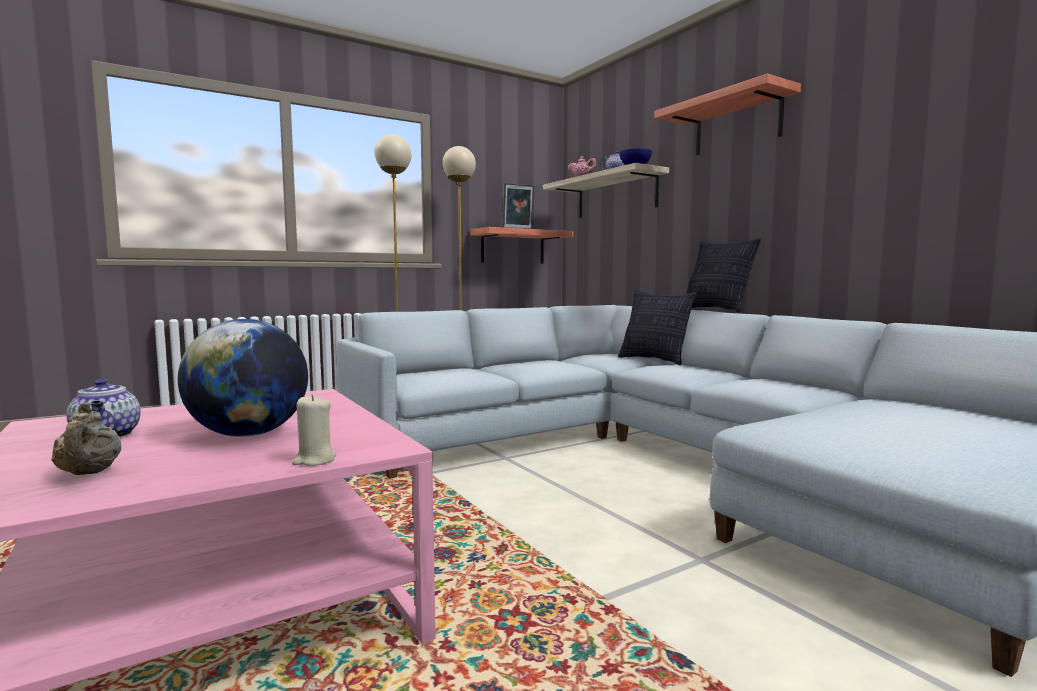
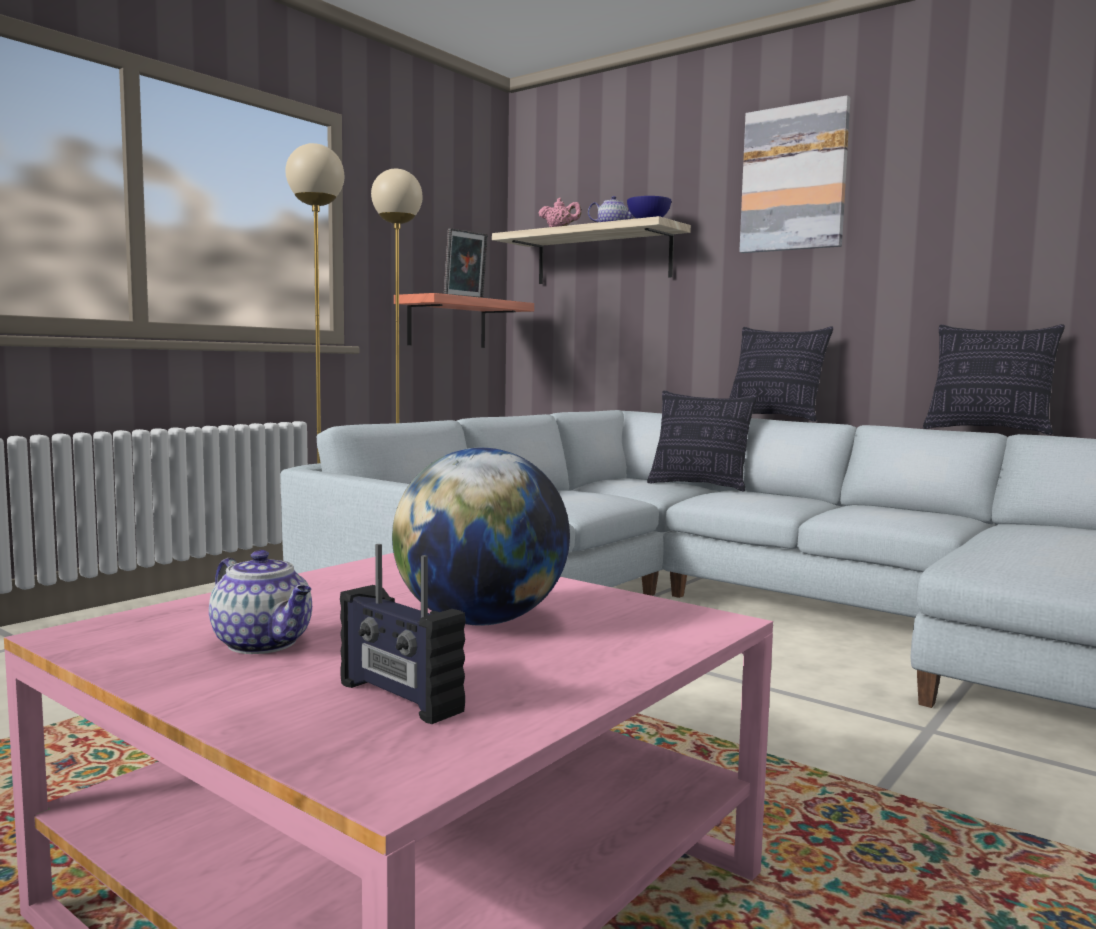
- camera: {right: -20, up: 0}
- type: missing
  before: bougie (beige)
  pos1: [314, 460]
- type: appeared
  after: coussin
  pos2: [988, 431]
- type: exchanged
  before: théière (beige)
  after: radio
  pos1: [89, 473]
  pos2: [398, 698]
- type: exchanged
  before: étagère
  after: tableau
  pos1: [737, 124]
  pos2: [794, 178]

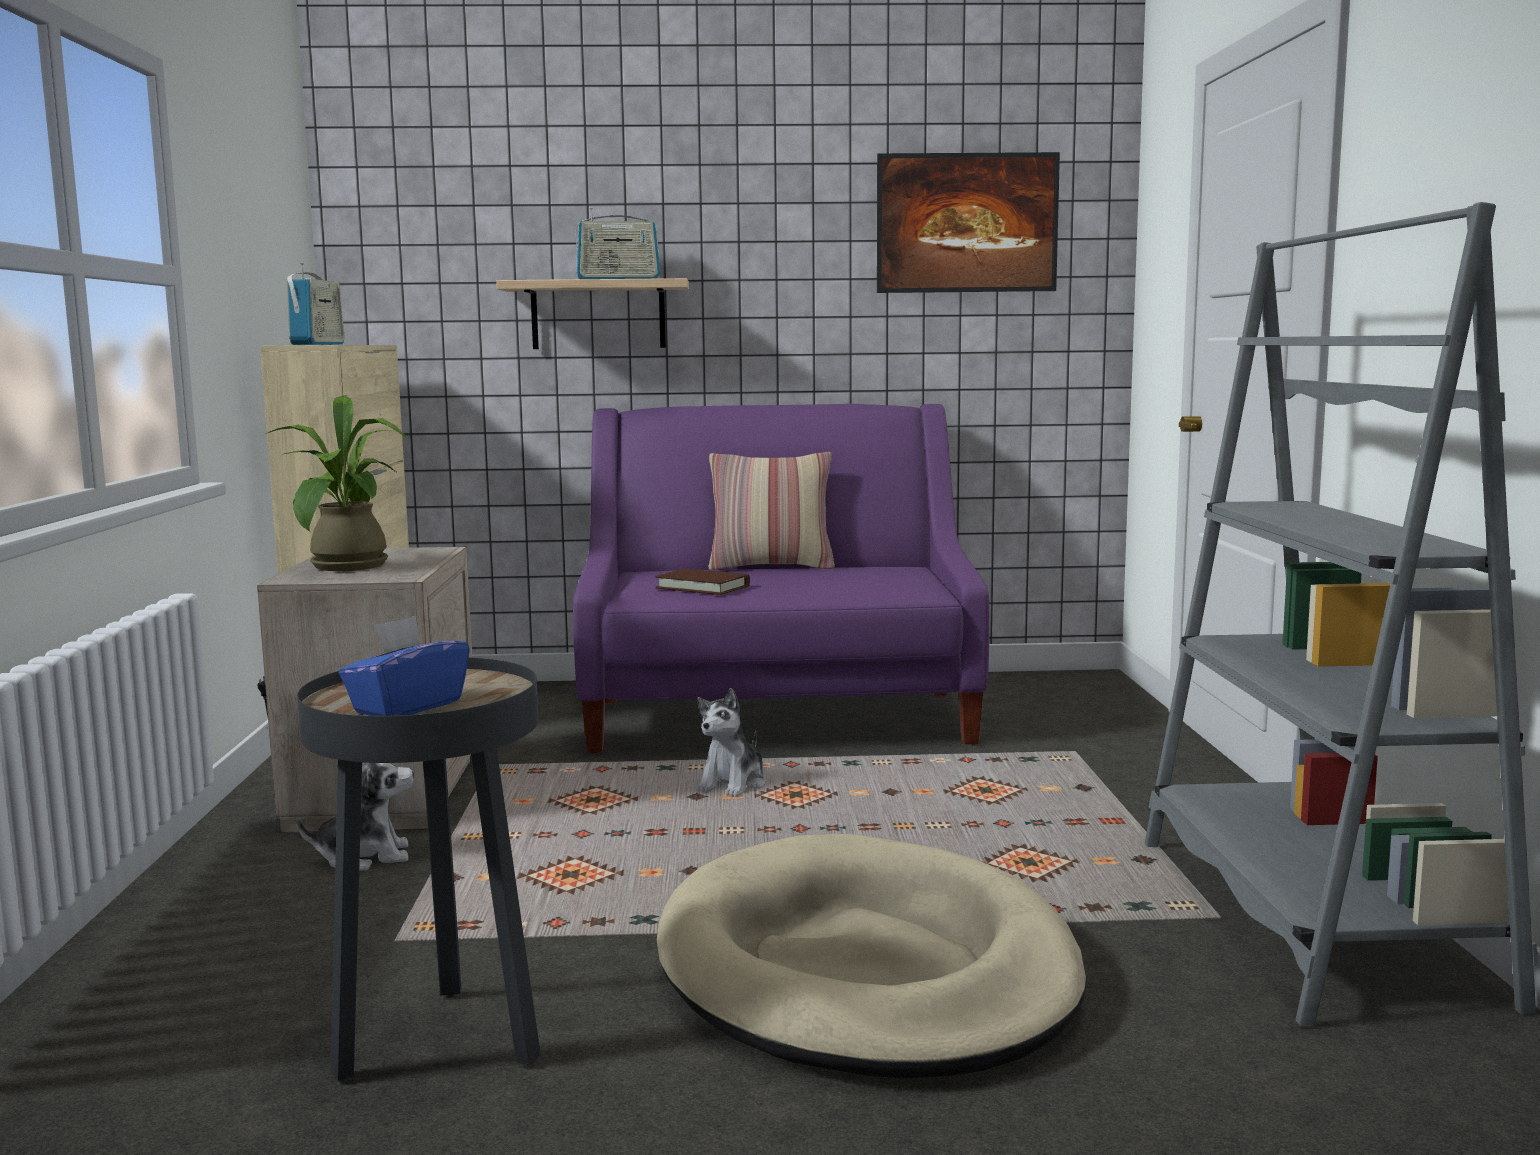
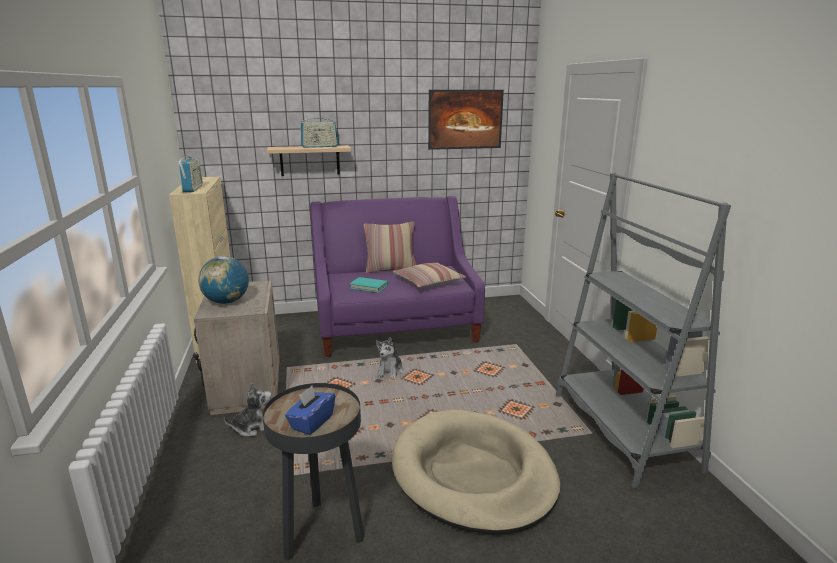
- camera: {right: -10, up: 10}
- type: appeared
  after: coussin
  pos2: [428, 282]
- type: exchanged
  before: plante en pot
  after: globe
  pos1: [345, 568]
  pos2: [226, 302]
- type: colour
  before: livre (marron)
  after: livre (turquoise)
  pos1: [703, 587]
  pos2: [369, 287]

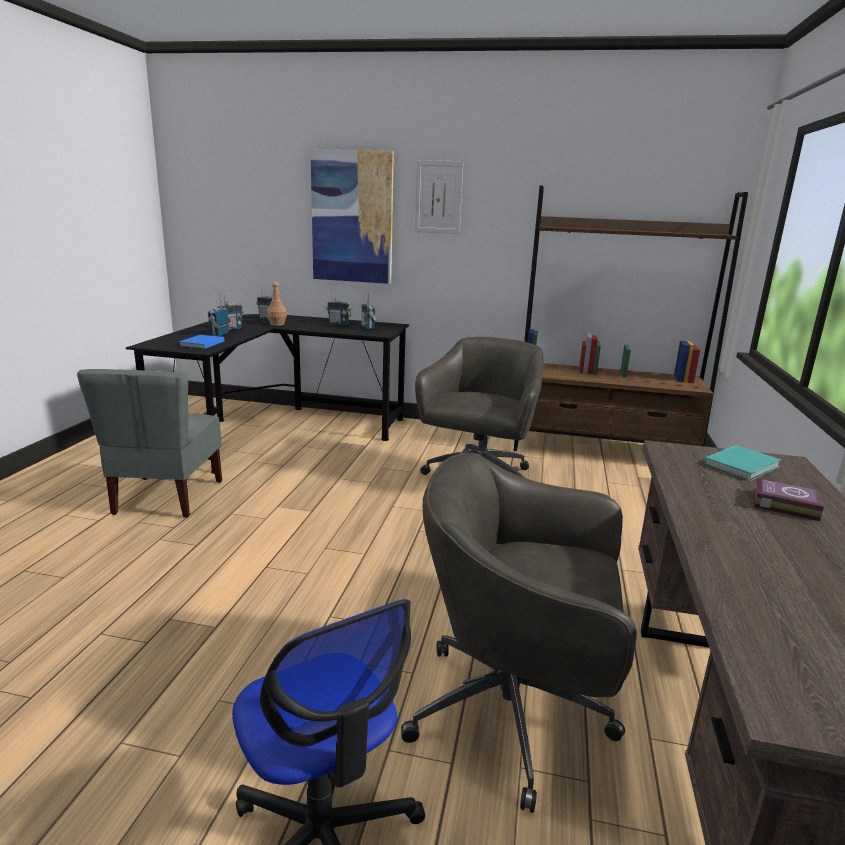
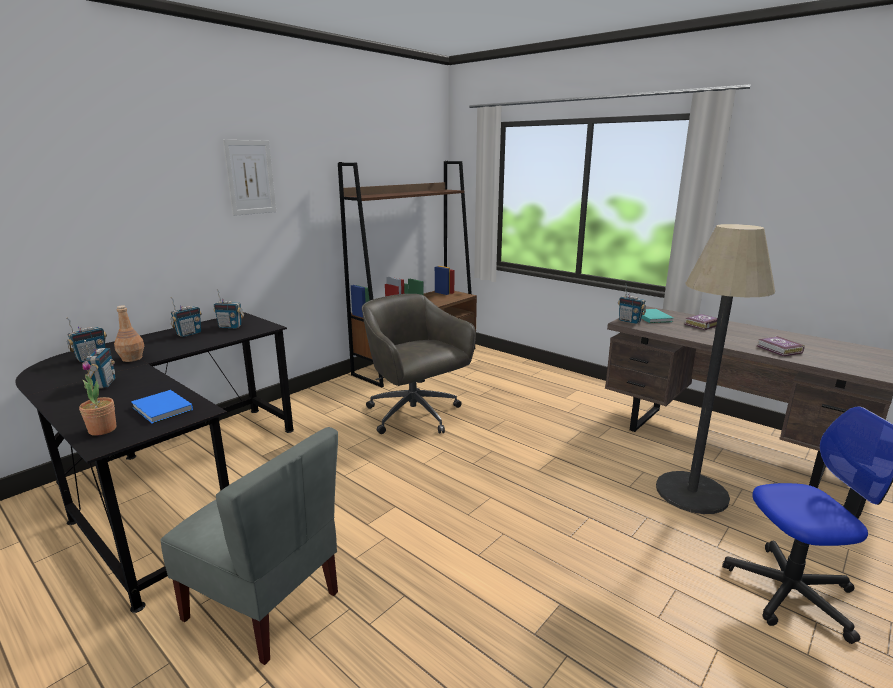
- camera: {right: -60, up: 0}
- type: missing
  before: tableau
  pos1: [352, 217]
- type: appeared
  after: plante en pot
  pos2: [102, 430]
- type: appeared
  after: livre
  pos2: [779, 350]
- type: relocated
  before: radio
  pos1: [220, 334]
  pos2: [629, 321]
- type: exchanged
  before: chaise de bureau (gris)
  after: lampadaire
  pos1: [515, 714]
  pos2: [691, 492]

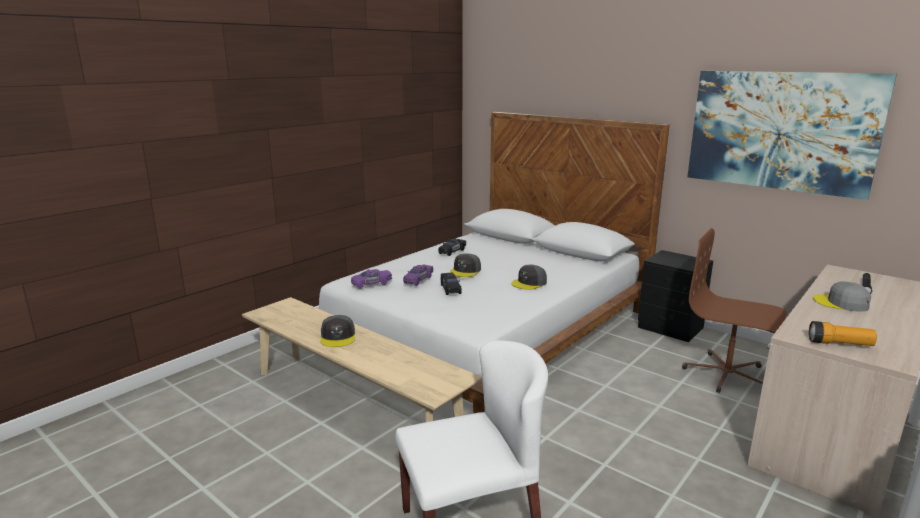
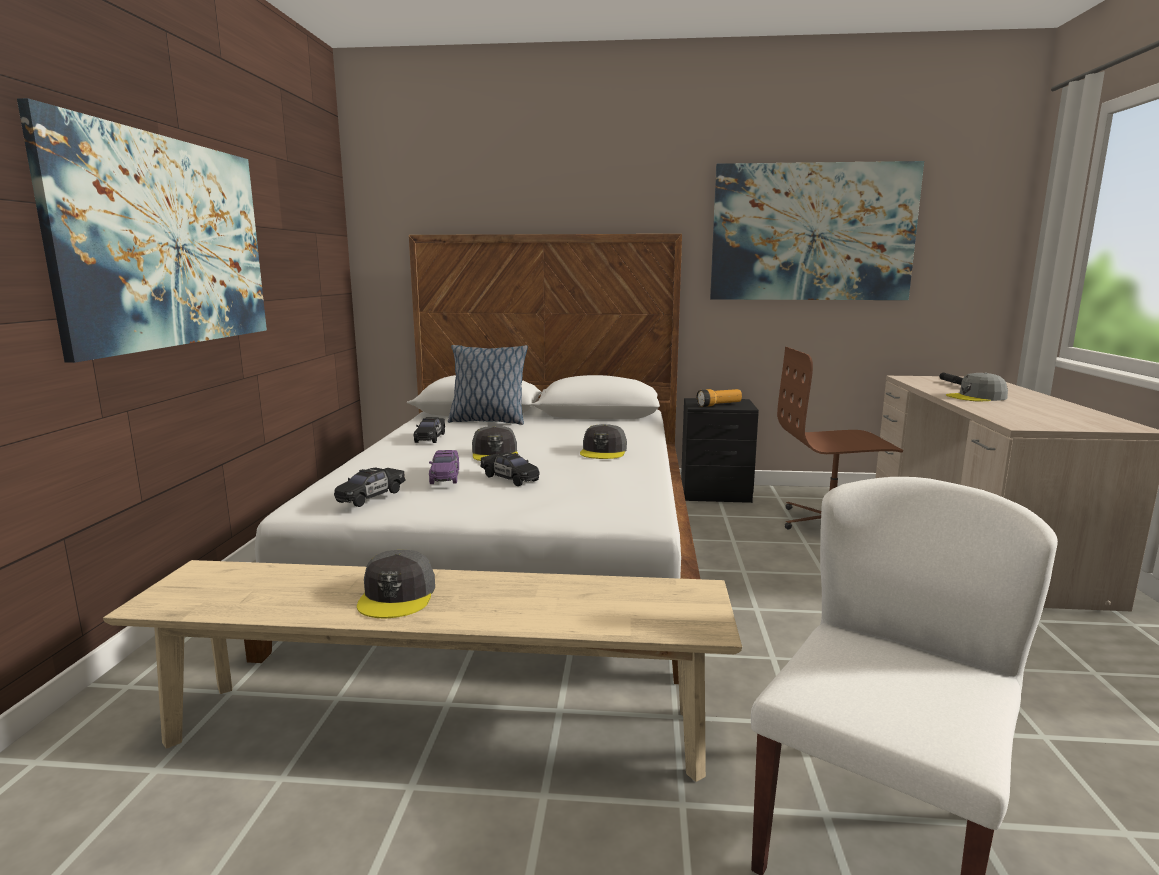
- camera: {right: -35, up: -5}
- type: appeared
  after: tableau
  pos2: [168, 243]
- type: appeared
  after: coussin
  pos2: [487, 421]
- type: relocated
  before: lampe de poche
  pos1: [839, 344]
  pos2: [719, 405]
- type: colour
  before: petite voiture (violet)
  after: petite voiture (noir)
  pos1: [371, 284]
  pos2: [370, 496]
- type: spun
  before: casquette (gris)
  pos1: [338, 337]
  pos2: [397, 596]
  turn: 45

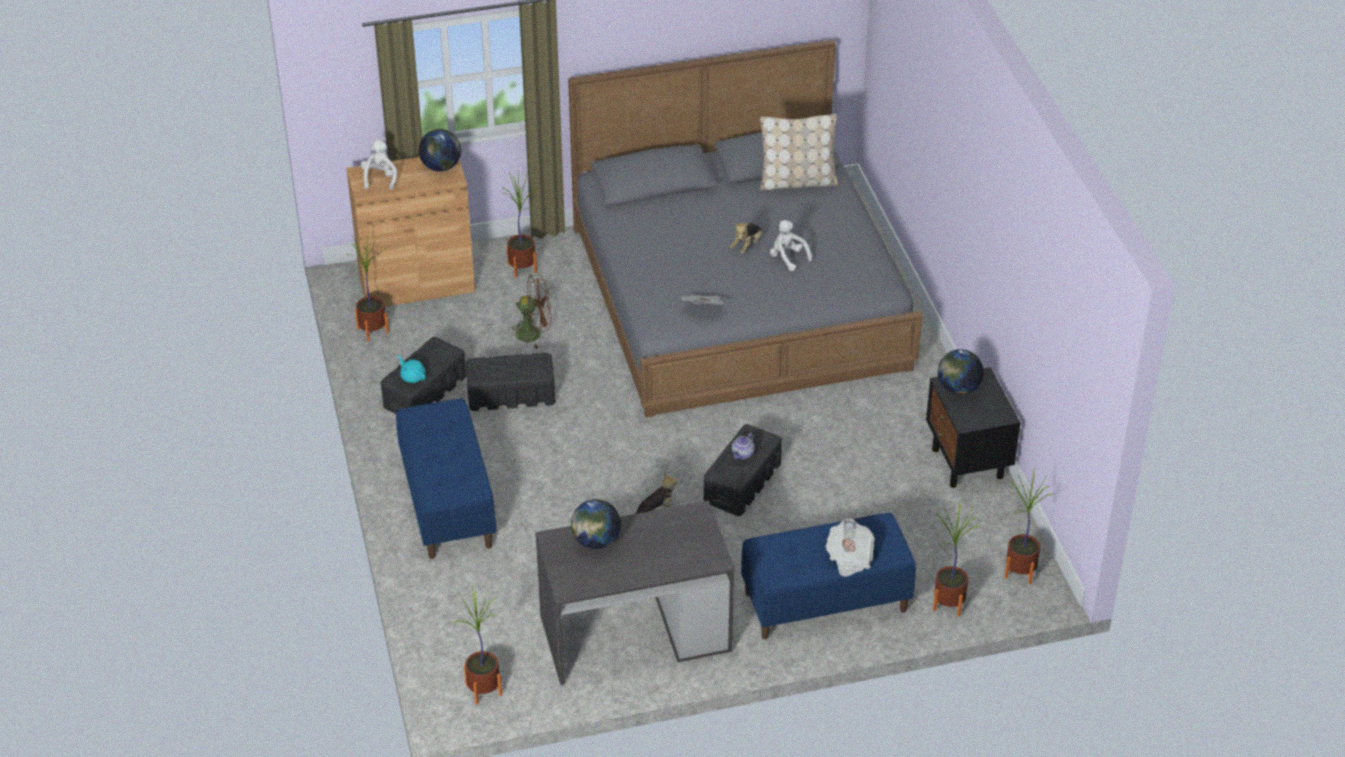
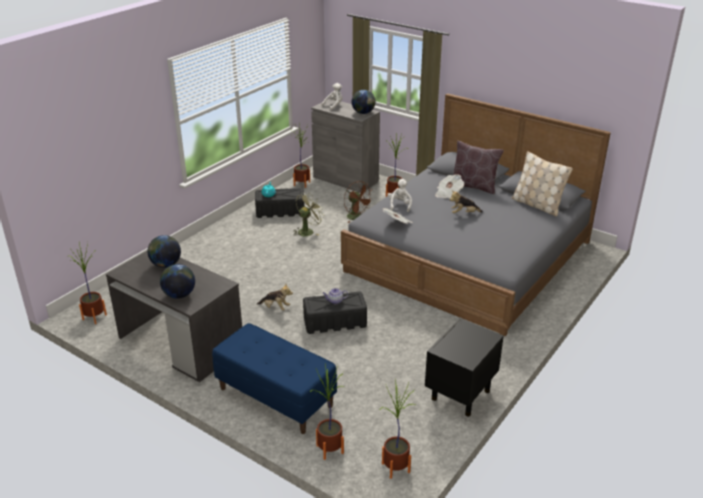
- camera: {right: 50, up: -10}
- type: missing
  before: banc (bleu)
  pos1: [447, 502]
- type: appeared
  after: coussin (marron)
  pos2: [473, 186]
- type: relocated
  before: peluche (blanc)
  pos1: [788, 258]
  pos2: [400, 205]
- type: relocated
  before: journal
  pos1: [849, 558]
  pos2: [448, 193]
- type: relocated
  before: globe
  pos1: [958, 388]
  pos2: [179, 295]
- type: exchanged
  before: boîte de rangement (noir)
  after: ventilateur (vert)
  pos1: [510, 395]
  pos2: [307, 231]
- type: colour
  before: meuble de rangement (marron)
  after: meuble de rangement (gris)
  pos1: [417, 284]
  pos2: [345, 179]

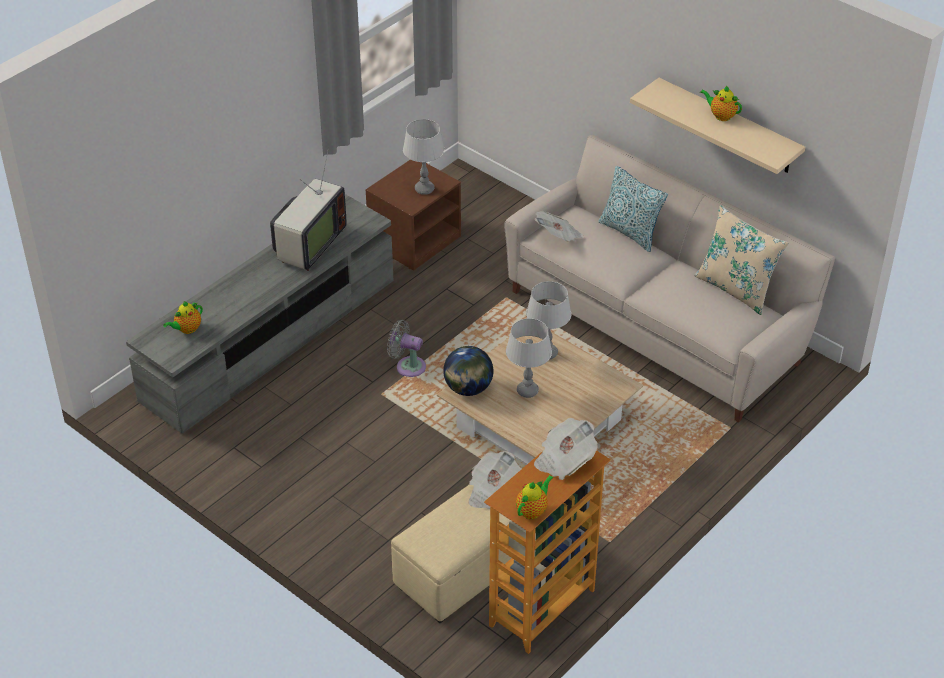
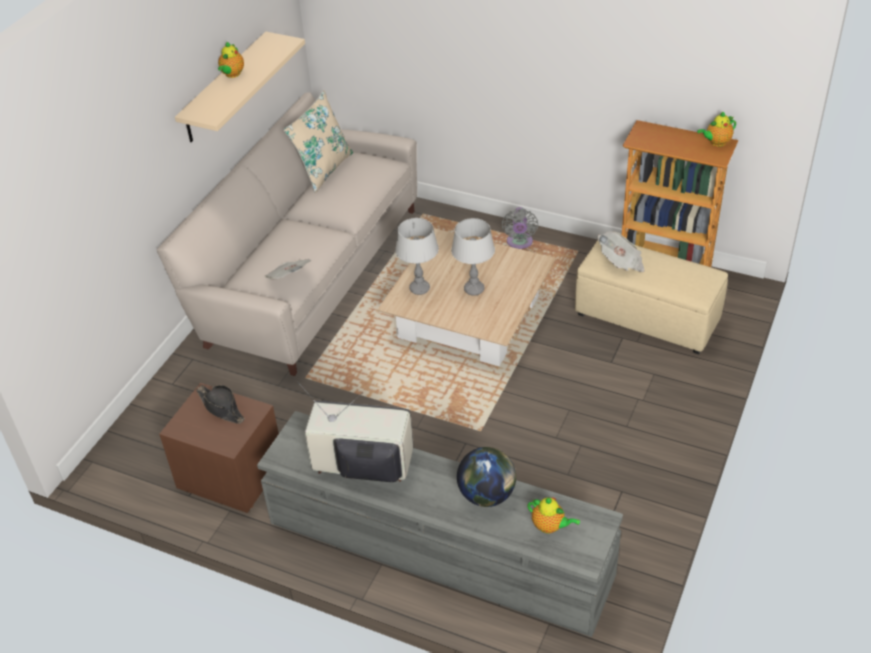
- camera: {right: -105, up: 0}
- type: missing
  before: journal
  pos1: [564, 460]
- type: missing
  before: coussin
  pos1: [630, 232]
- type: relocated
  before: ventilateur (gris)
  pos1: [408, 366]
  pos2: [519, 243]
- type: relocated
  before: globe
  pos1: [468, 388]
  pos2: [487, 495]
- type: exchanged
  before: lampe de table (gris)
  after: chapeau (noir)
  pos1: [424, 189]
  pos2: [221, 408]
- type: spun
  before: théière
  pos1: [533, 510]
  pos2: [716, 142]
  turn: -45

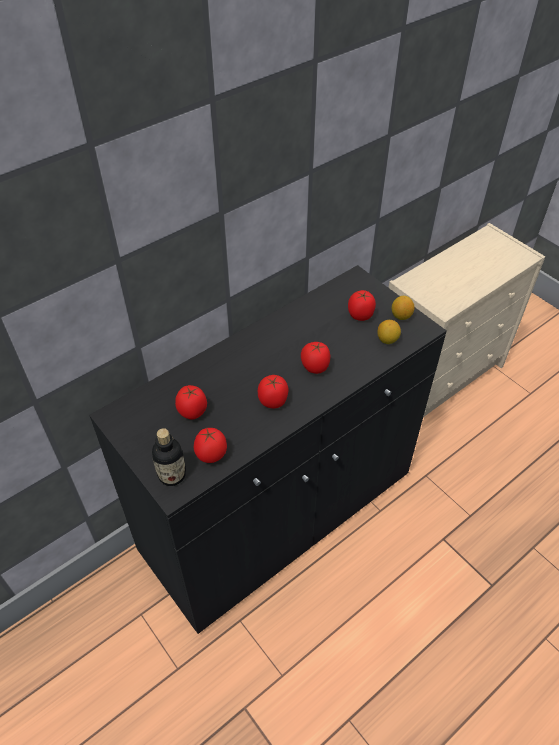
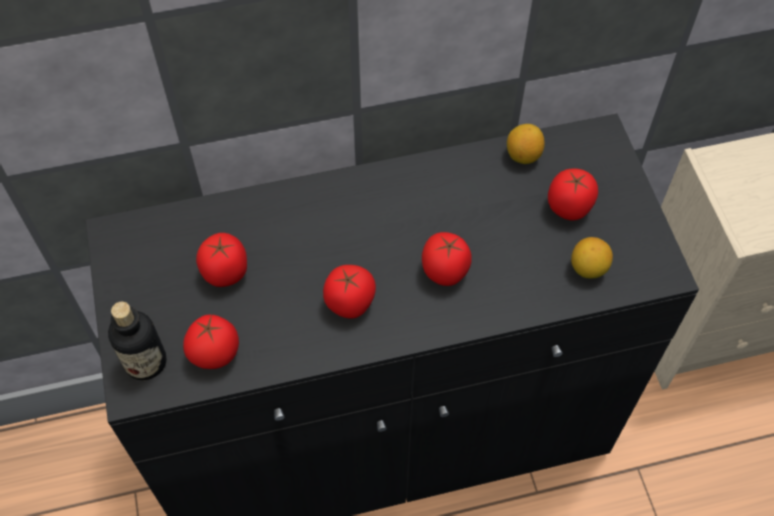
- camera: {right: 25, up: 10}
- type: relocated
  before: citron
  pos1: [401, 316]
  pos2: [523, 155]

